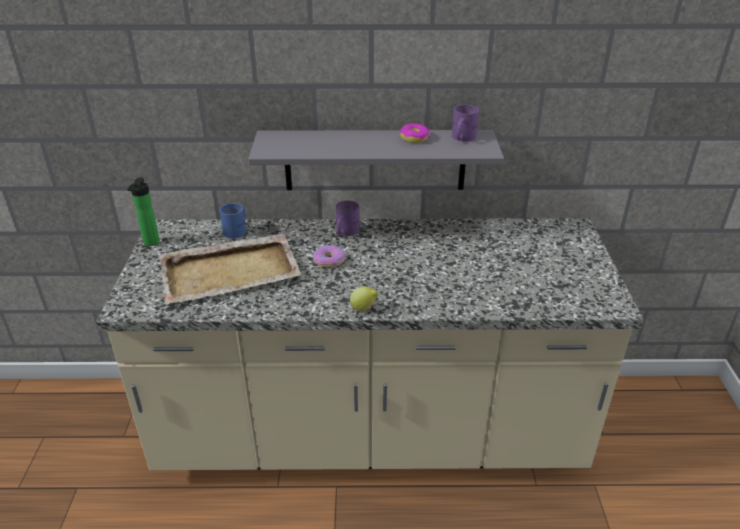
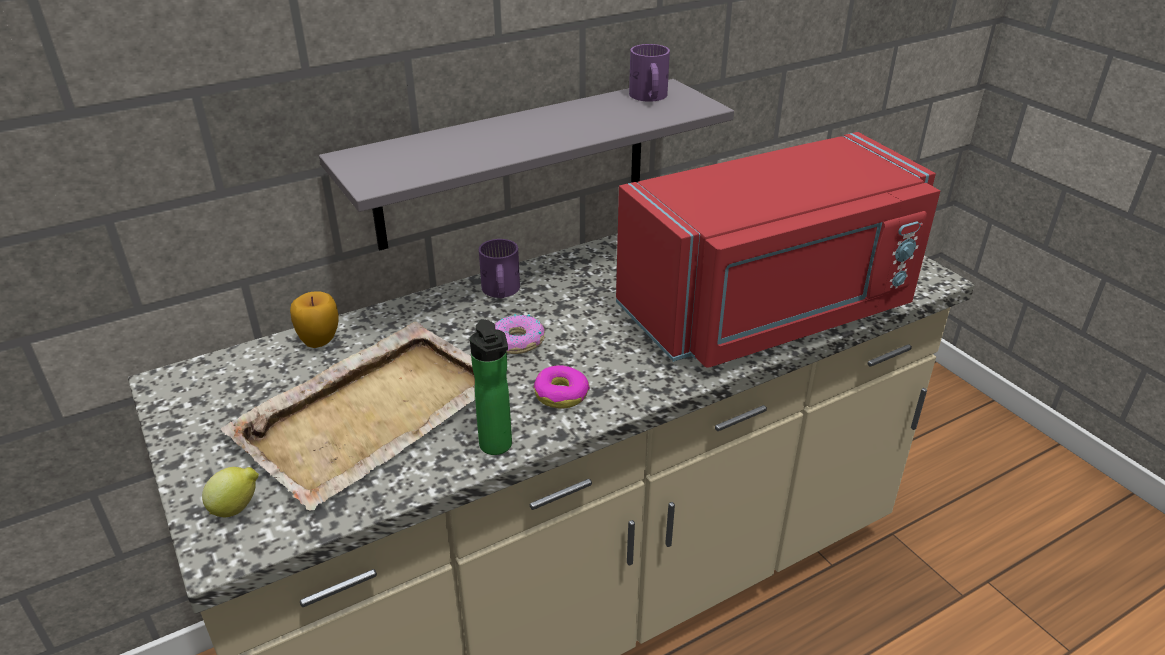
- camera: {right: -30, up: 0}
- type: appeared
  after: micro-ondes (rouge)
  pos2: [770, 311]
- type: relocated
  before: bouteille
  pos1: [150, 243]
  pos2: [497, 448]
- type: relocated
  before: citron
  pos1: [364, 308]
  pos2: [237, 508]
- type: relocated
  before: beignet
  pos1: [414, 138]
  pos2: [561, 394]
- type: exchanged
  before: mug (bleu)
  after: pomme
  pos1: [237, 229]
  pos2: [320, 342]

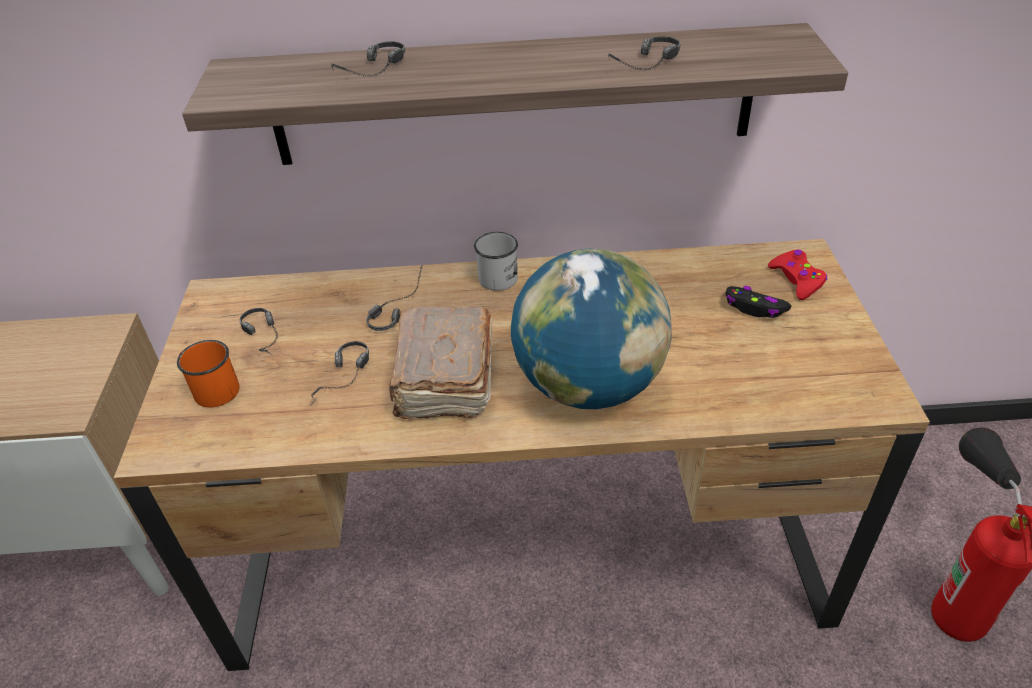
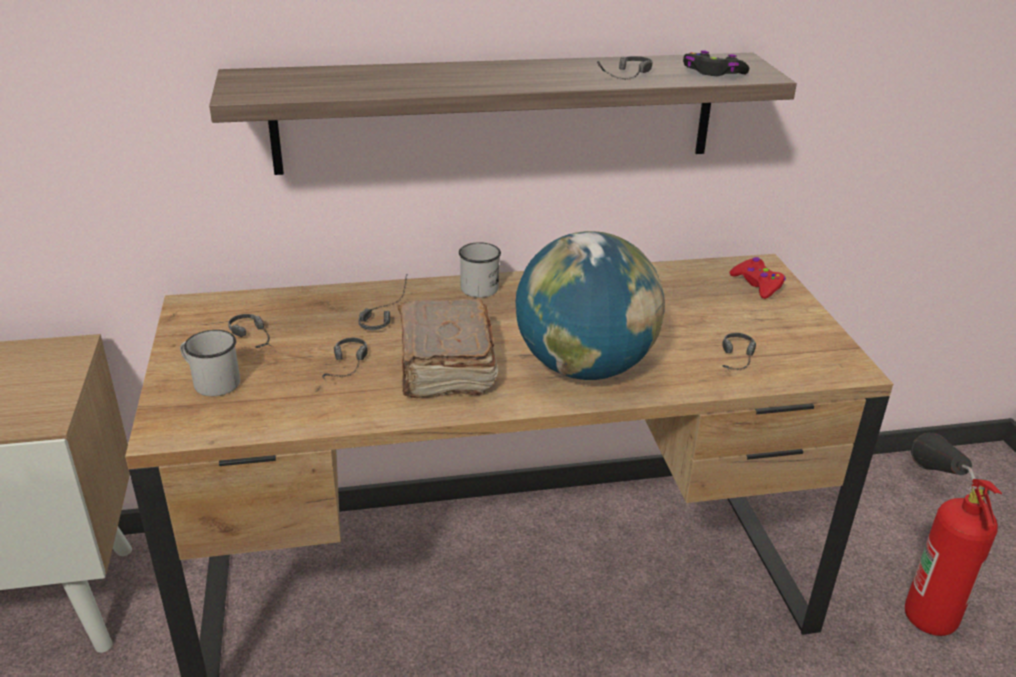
- camera: {right: -10, up: -10}
- type: relocated
  before: casque audio
  pos1: [373, 72]
  pos2: [738, 364]
- type: relocated
  before: manette (noir)
  pos1: [754, 308]
  pos2: [713, 73]
- type: colour
  before: mug (orange)
  after: mug (blanc)
  pos1: [211, 389]
  pos2: [211, 381]

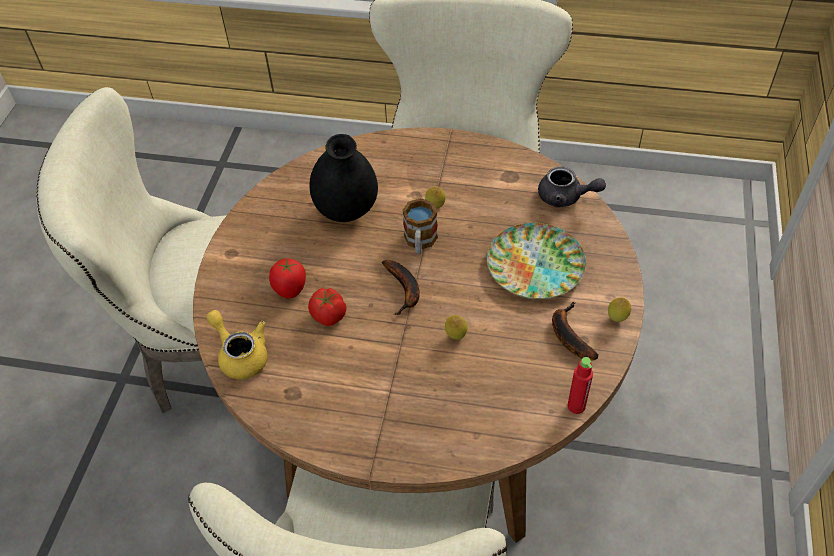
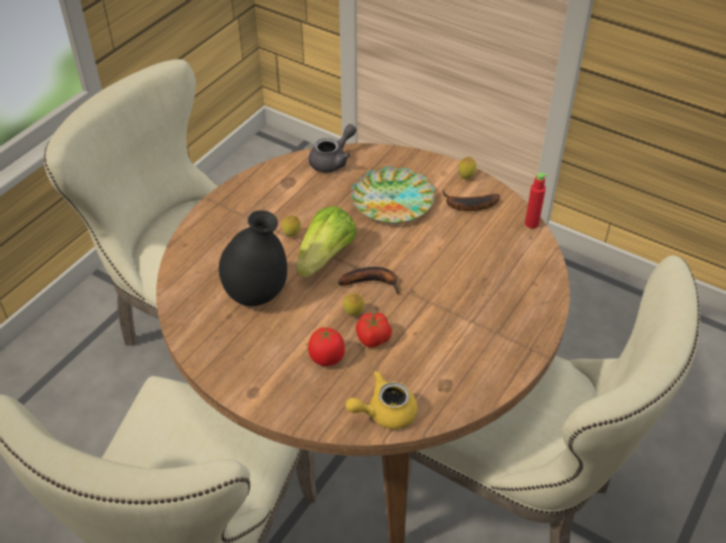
- camera: {right: -70, up: -5}
- type: relocated
  before: citron
  pos1: [456, 336]
  pos2: [353, 314]
- type: exchanged
  before: mug
  after: laitue
  pos1: [420, 242]
  pos2: [326, 257]

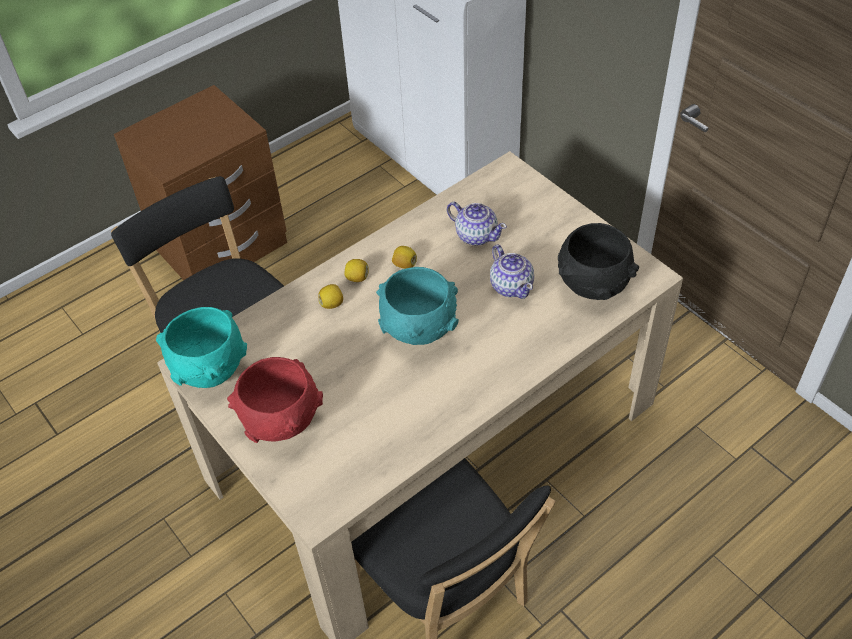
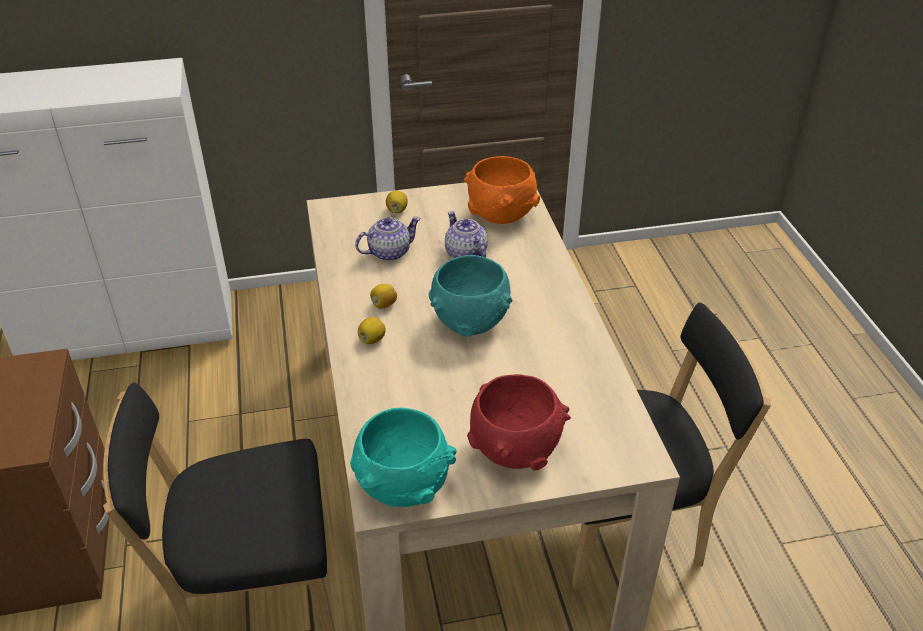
- camera: {right: -65, up: -10}
- type: relocated
  before: citron
  pos1: [332, 304]
  pos2: [397, 210]
- type: colour
  before: bol (noir)
  after: bol (orange)
  pos1: [593, 285]
  pos2: [502, 215]
- type: spun
  before: théière
  pos1: [511, 286]
  pos2: [465, 254]
  turn: -120

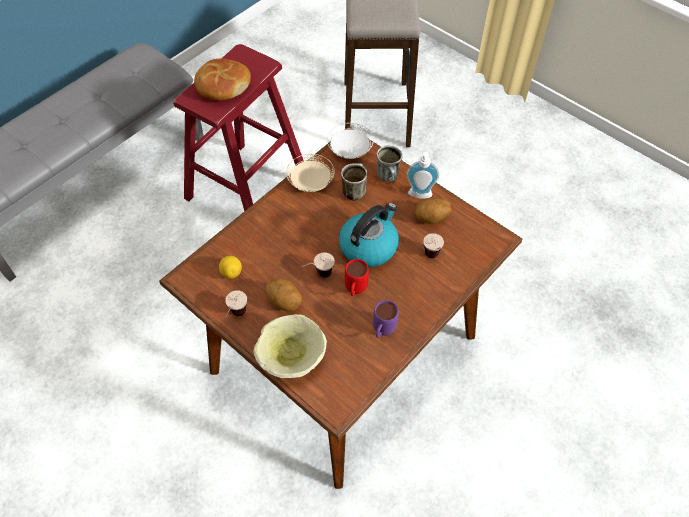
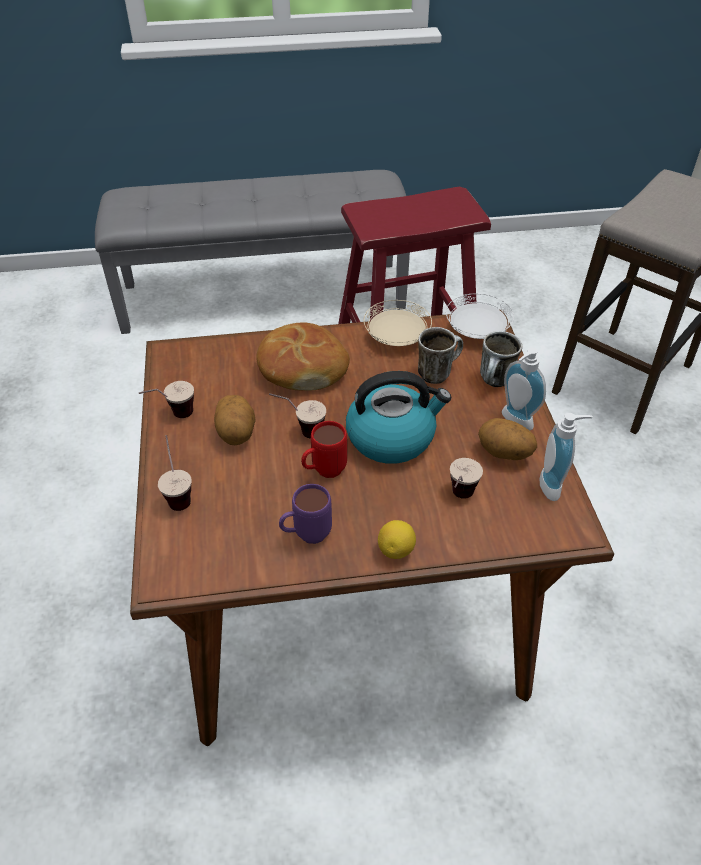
- camera: {right: 40, up: -10}
- type: appeared
  after: distributeur de savon
  pos2: [554, 485]
- type: relocated
  before: pain
  pos1: [222, 86]
  pos2: [302, 368]
- type: relocated
  before: citron
  pos1: [231, 273]
  pos2: [396, 550]
- type: exchanged
  before: bol (beige)
  after: tasse
  pos1: [291, 358]
  pos2: [178, 492]

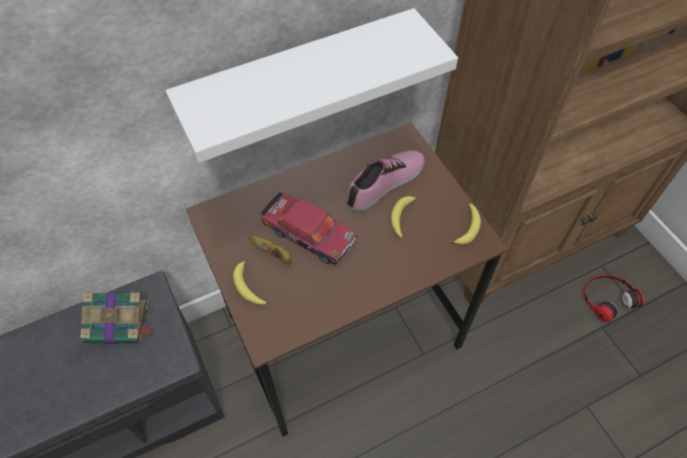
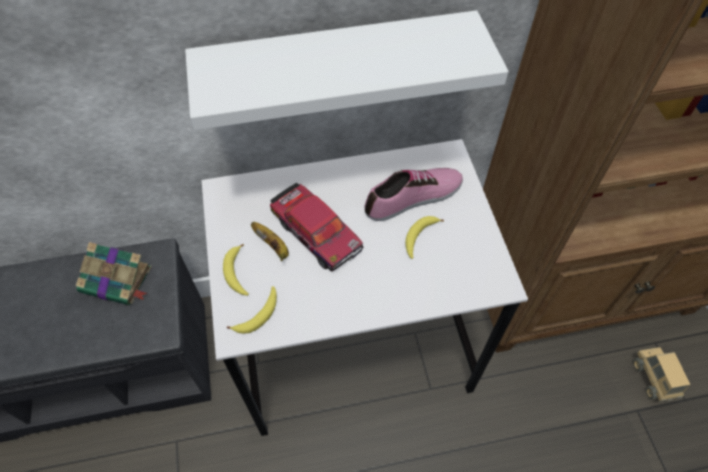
- camera: {right: 15, up: 0}
- type: relocated
  before: banane
  pos1: [467, 228]
  pos2: [258, 315]
- type: exchanged
  before: casque audio
  after: camion jouet
  pos1: [607, 297]
  pos2: [652, 379]
- type: colour
  before: bureau (marron)
  after: bureau (blanc)
  pos1: [344, 329]
  pos2: [354, 342]

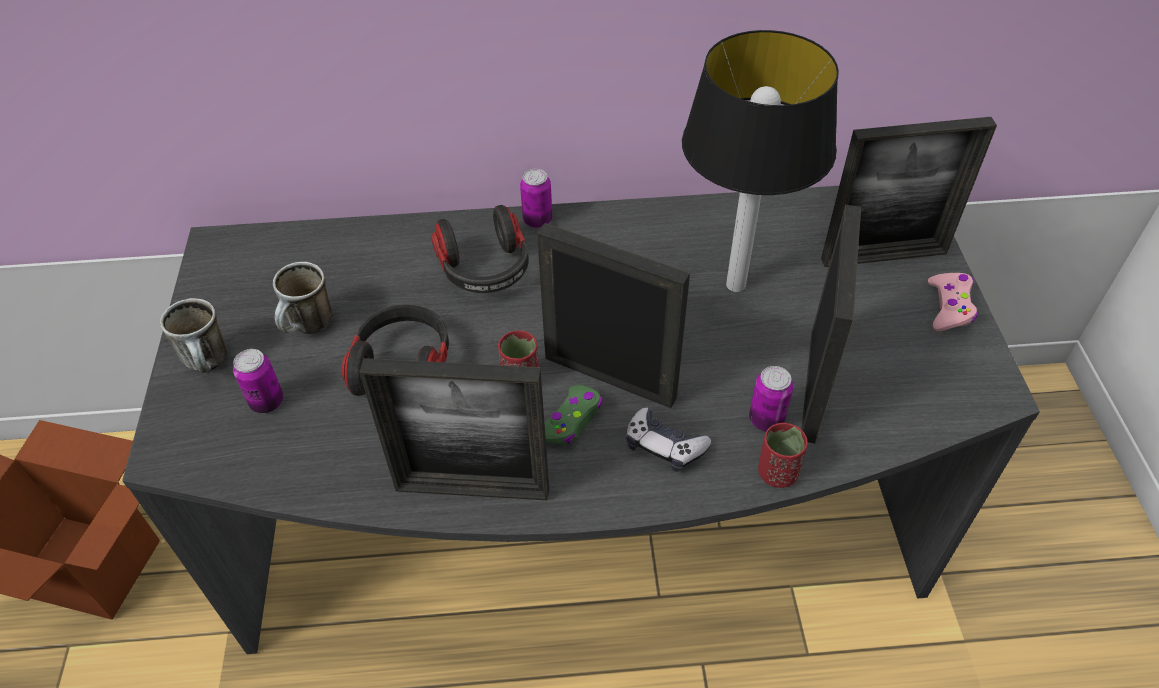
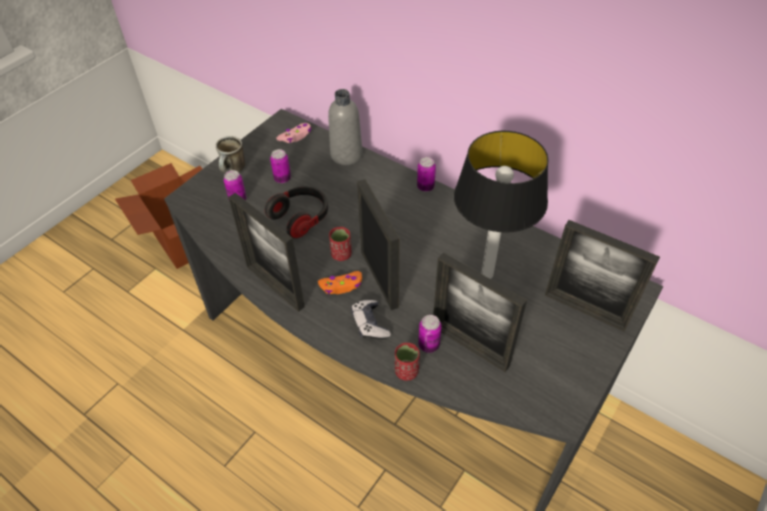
- camera: {right: 40, up: 0}
- type: missing
  before: casque audio
  pos1: [485, 270]
- type: appeared
  after: bouteille (gris)
  pos2: [346, 155]
- type: relocated
  before: manette (rose)
  pos1: [949, 307]
  pos2: [296, 136]
- type: exchanged
  before: mug
  after: boîte métallique
  pos1: [309, 327]
  pos2: [282, 179]
- type: colour
  before: manette (vert)
  after: manette (orange)
  pos1: [569, 422]
  pos2: [341, 286]
- type: spun
  before: cadre photo
  pos1: [813, 385]
  pos2: [470, 345]
  turn: 75

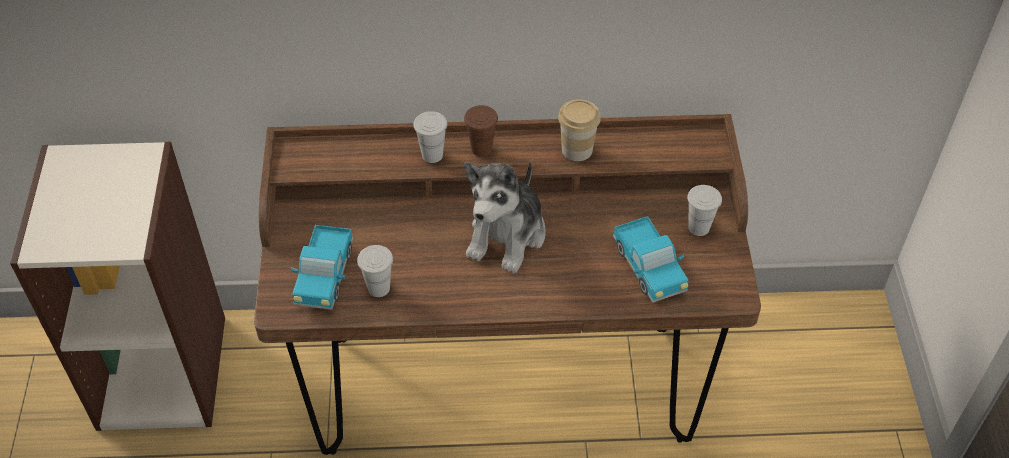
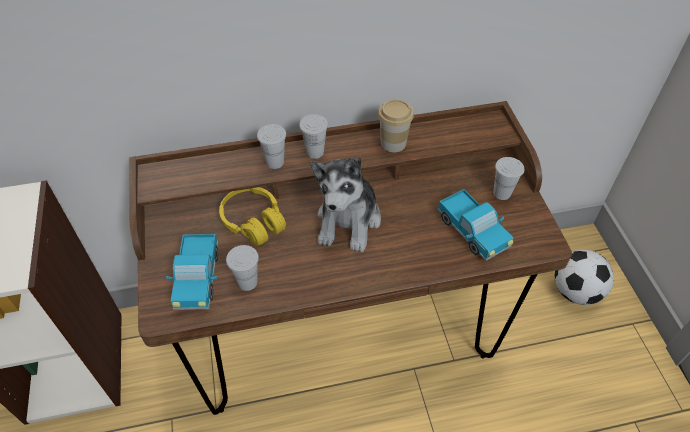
- camera: {right: -10, up: 0}
- type: appeared
  after: casque audio (jaune)
  pos2: [253, 222]
- type: appeared
  after: ballon de foot
  pos2: [576, 291]
- type: colour
  before: tasse (marron)
  after: tasse (blanc)
  pos1: [481, 149]
  pos2: [315, 152]

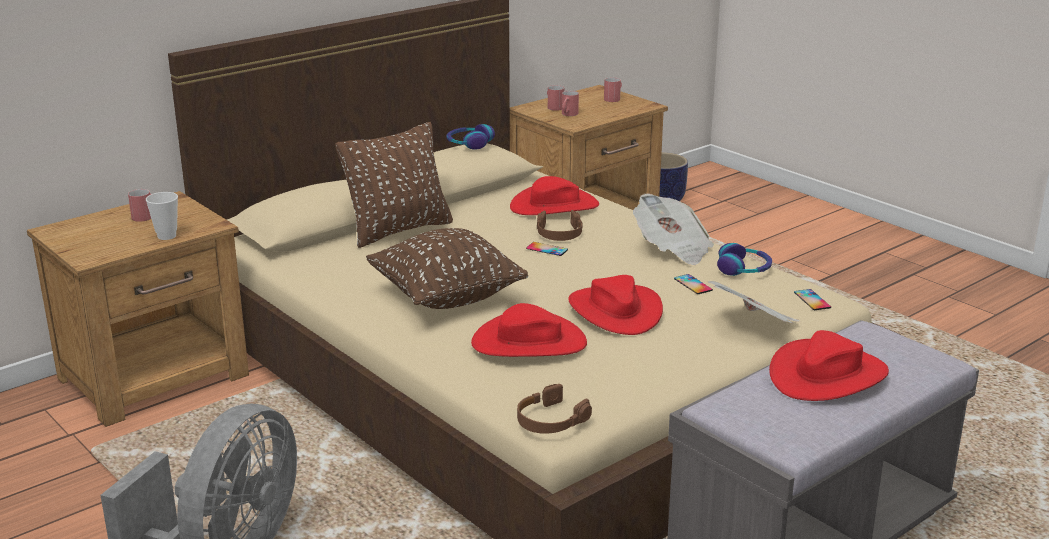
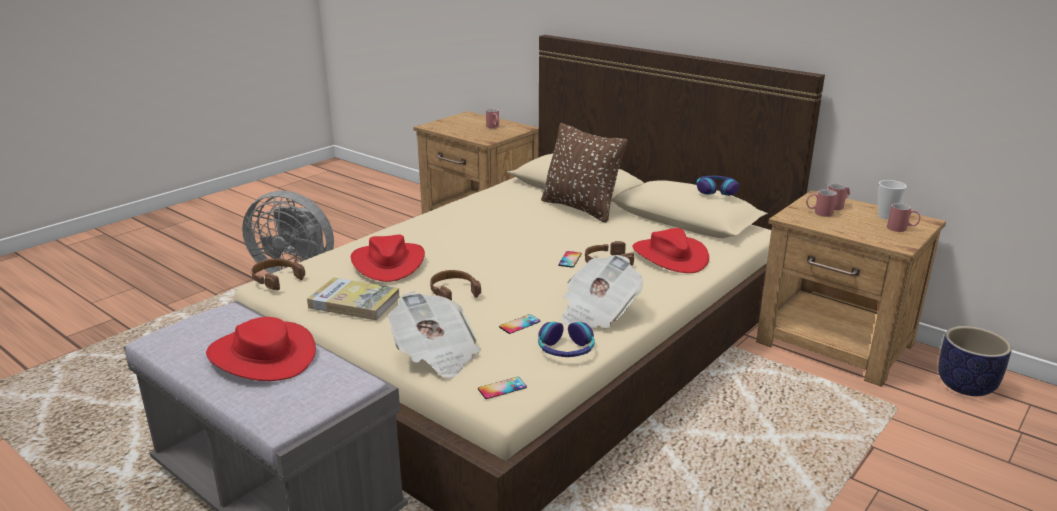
- camera: {right: 80, up: 0}
- type: missing
  before: coussin (marron)
  pos1: [446, 297]
- type: appeared
  after: livre
  pos2: [354, 302]
- type: relocated
  before: tasse
  pos1: [167, 236]
  pos2: [886, 216]
- type: exchanged
  before: chapeau (rouge)
  after: casque audio (marron)
  pos1: [614, 310]
  pos2: [453, 291]

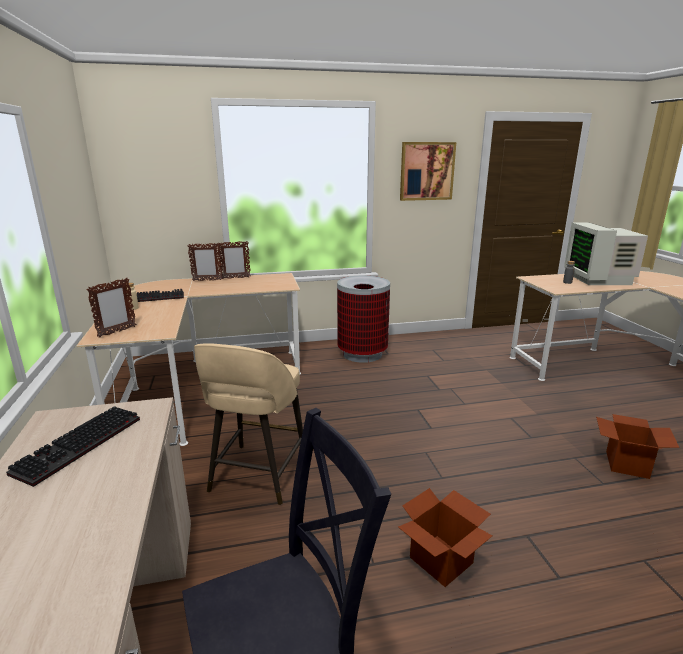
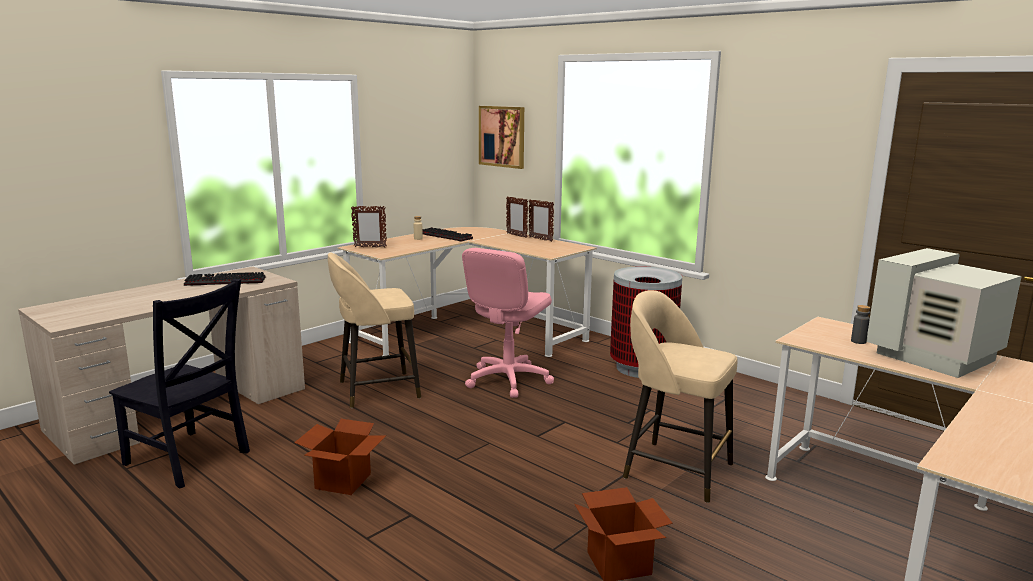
- camera: {right: 55, up: -5}
- type: appeared
  after: chaise de bureau (rose)
  pos2: [507, 380]
- type: appeared
  after: tabouret (beige)
  pos2: [674, 469]
- type: relocated
  before: tableau
  pos1: [427, 171]
  pos2: [502, 136]

